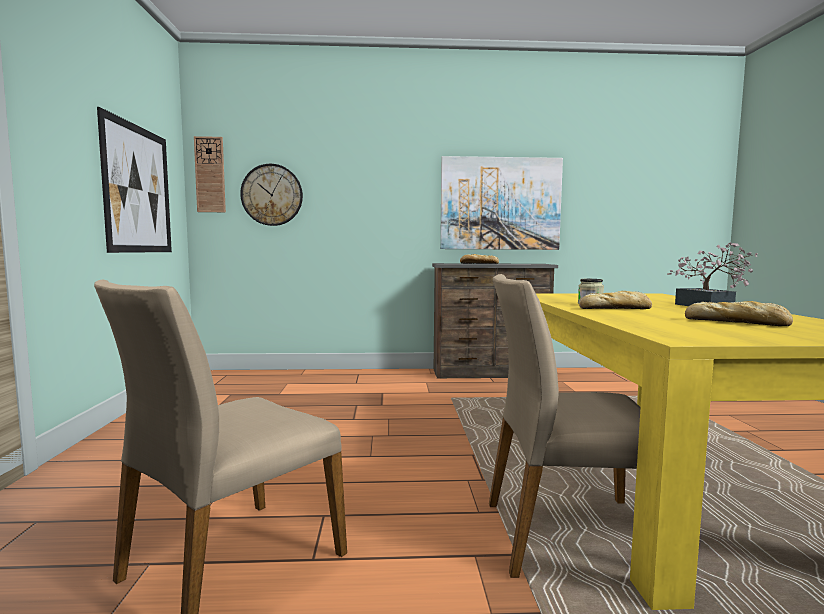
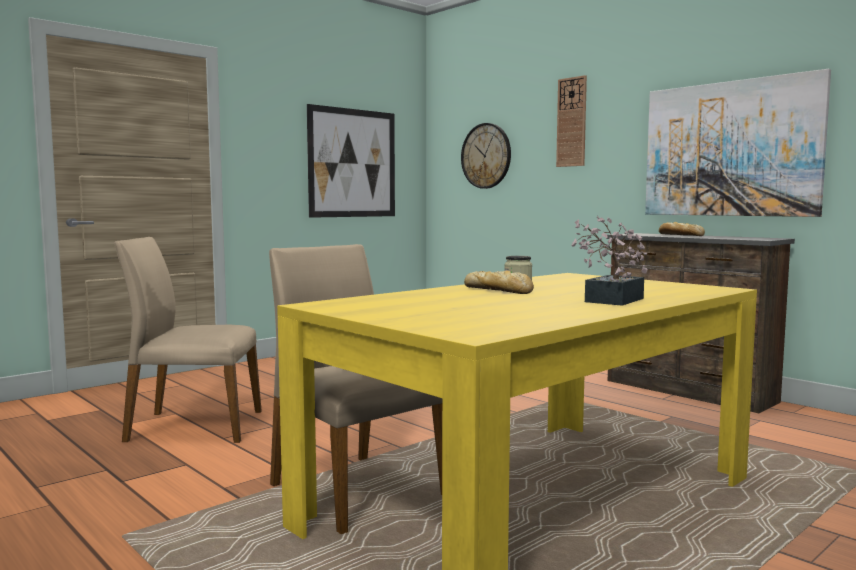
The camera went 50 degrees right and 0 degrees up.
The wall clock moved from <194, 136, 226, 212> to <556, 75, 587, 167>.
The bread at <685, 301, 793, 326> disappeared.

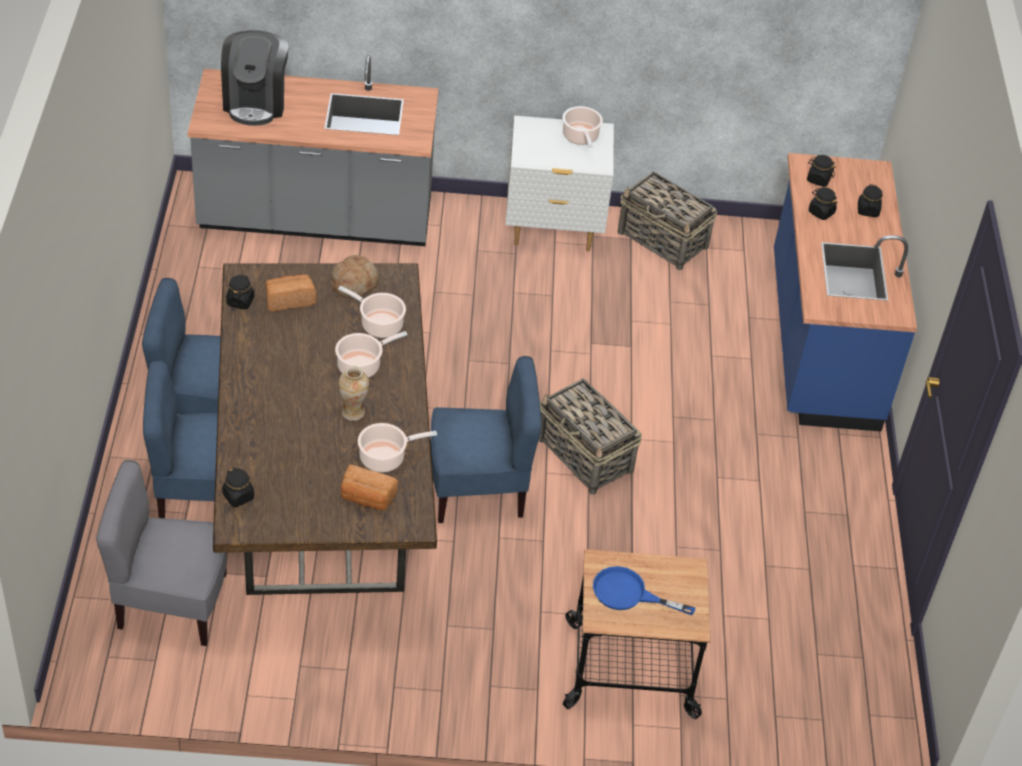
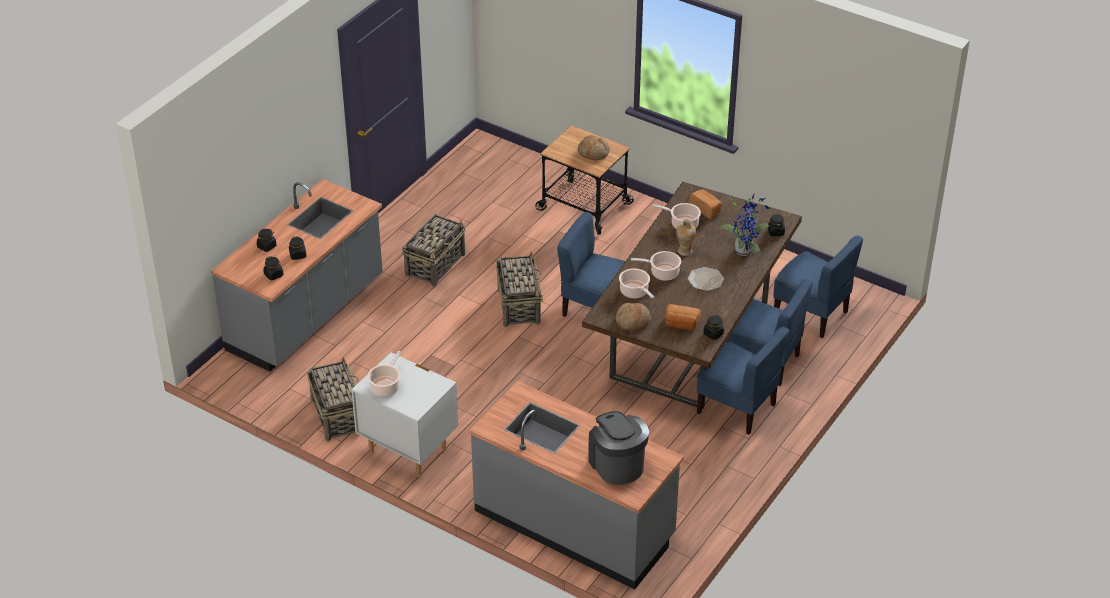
The camera went 145 degrees left and 5 degrees down.
The coffee machine at <221, 30, 288, 126> turned 60 degrees counterclockwise.
The blue kitchen counter at <774, 153, 917, 431> became the grey kitchen counter at <211, 179, 383, 372>.
The grey plain chair at <96, 460, 228, 646> became the blue plain chair at <773, 236, 863, 338>.
The blue frying pan at <593, 566, 695, 615> was replaced by the bread at <578, 135, 610, 161>.
The plant in a pot at <720, 195, 770, 256> appeared.
The storage basket at <402, 214, 465, 287> appeared.
The dinner plate at <688, 267, 724, 291> appeared.

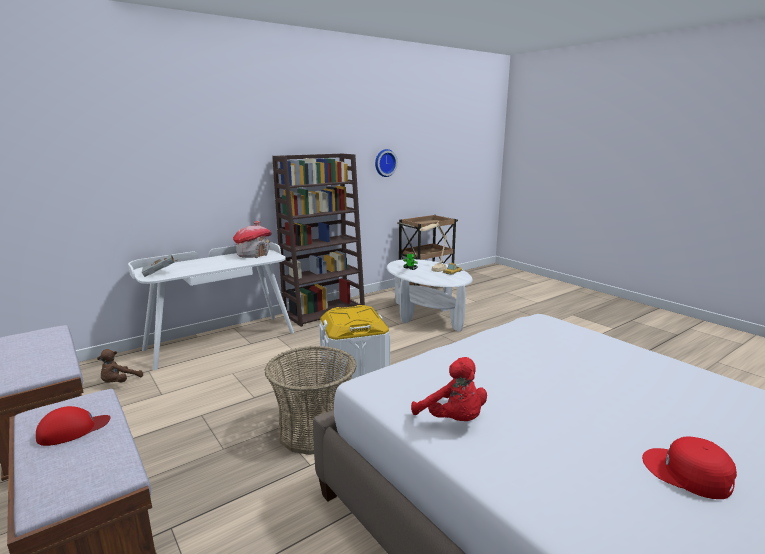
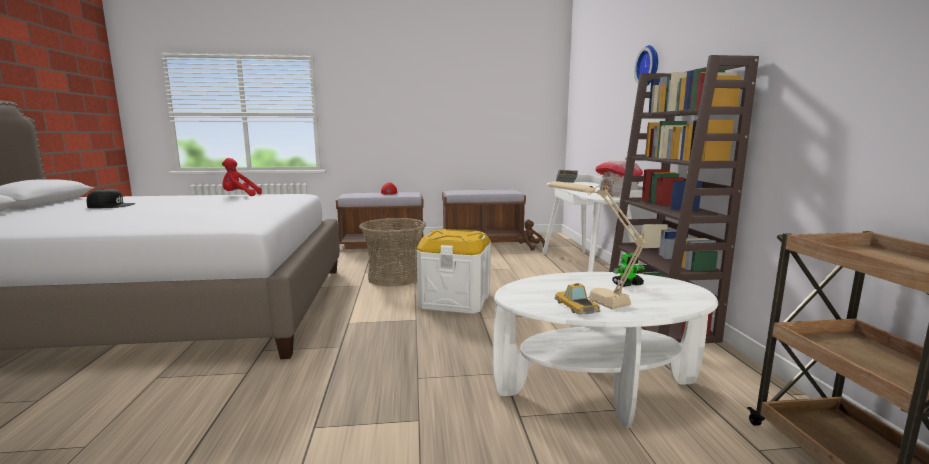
The camera went 120 degrees right and 5 degrees down.
The wall clock moved from <375, 149, 398, 177> to <634, 45, 658, 86>.
The red baseball cap at <642, 436, 737, 499> became the black baseball cap at <87, 189, 136, 208>.

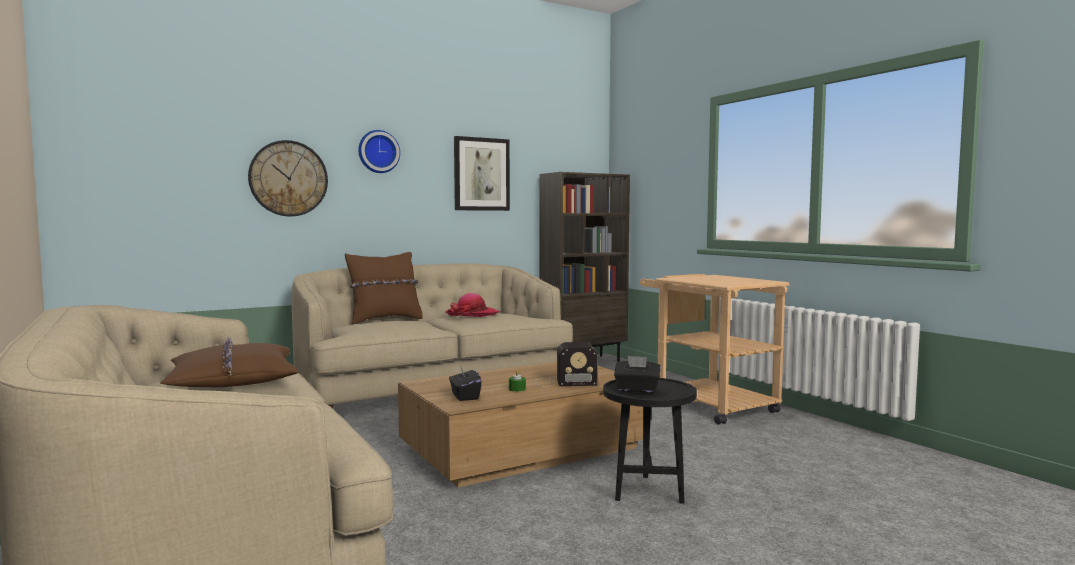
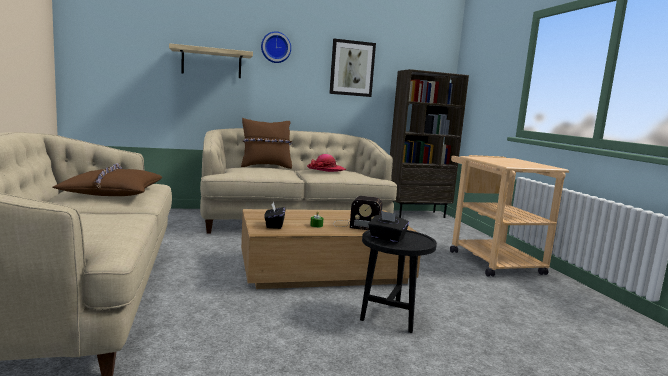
The camera went 15 degrees right and 5 degrees up.
The wall clock at <248, 140, 328, 217> was replaced by the wall shelf at <169, 43, 253, 78>.

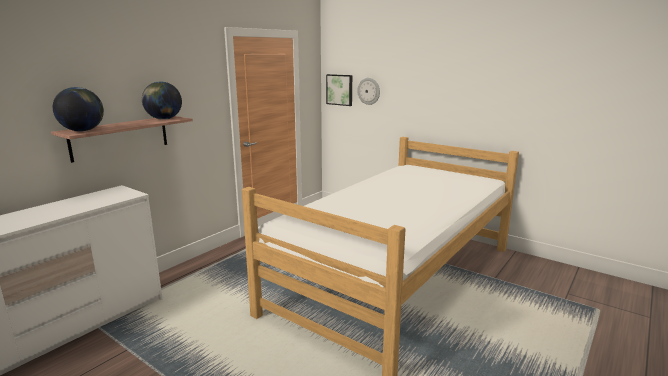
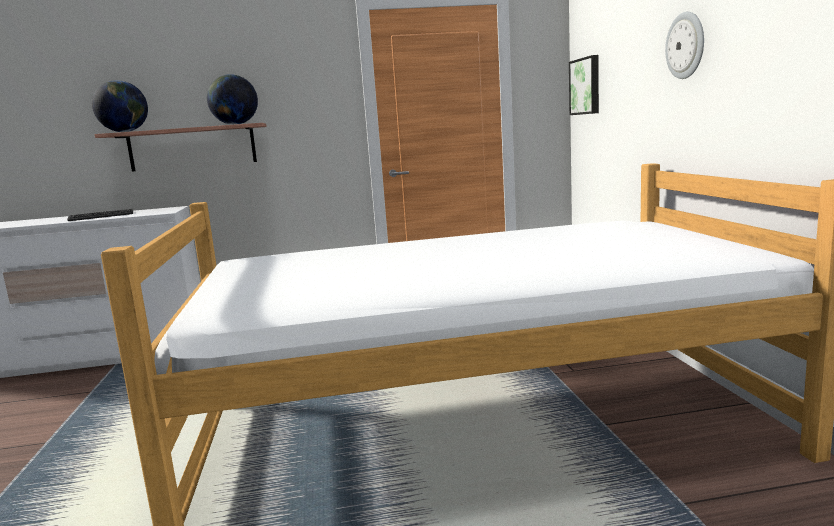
The camera went 45 degrees right and 5 degrees down.
The wall clock moved from <357, 78, 380, 105> to <665, 12, 704, 79>.
The computer keyboard at <67, 209, 133, 221> appeared.

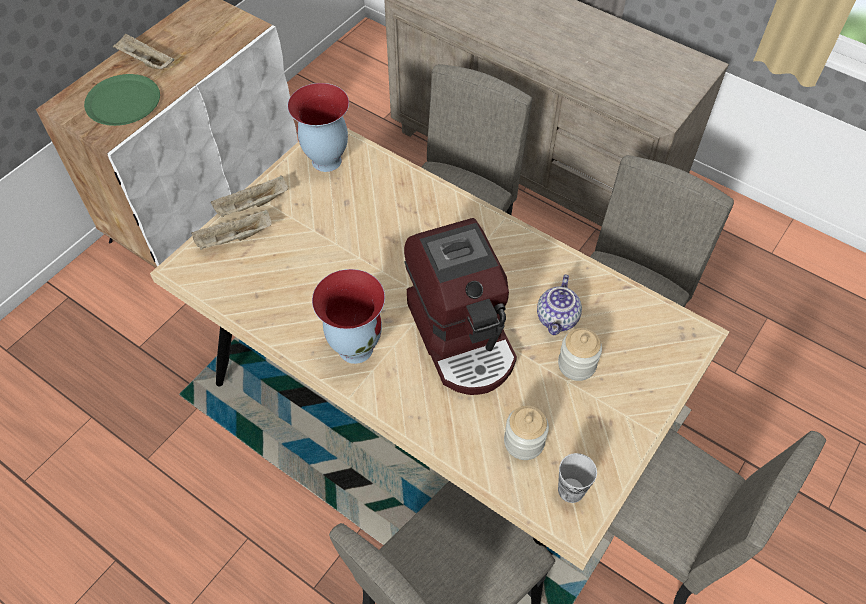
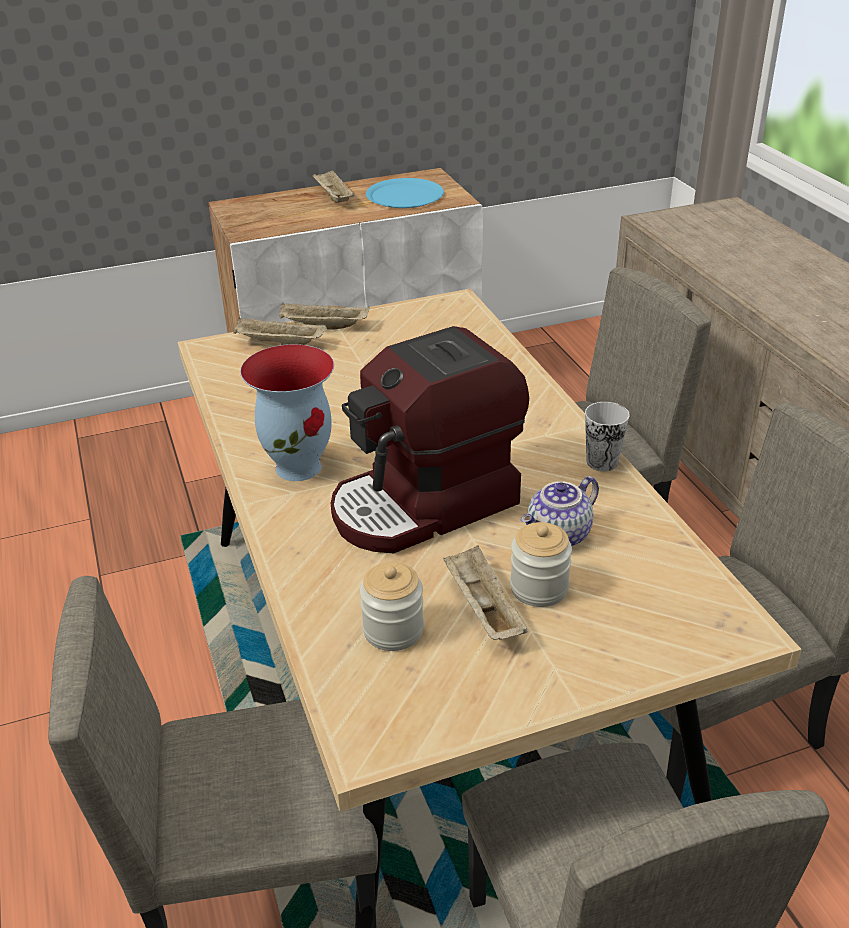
The camera went 35 degrees right and 20 degrees down.
The greenish dinner plate at <84, 74, 160, 126> disappeared.
The decorative vase at <287, 83, 349, 172> disappeared.
The coffee machine at <404, 218, 517, 395> turned 45 degrees clockwise.
The drinking cup moved from <558, 453, 597, 503> to <585, 402, 630, 471>.
The blue dinner plate at <366, 178, 444, 208> appeared.
The beige-coloured carrying tray at <443, 545, 528, 640> appeared.

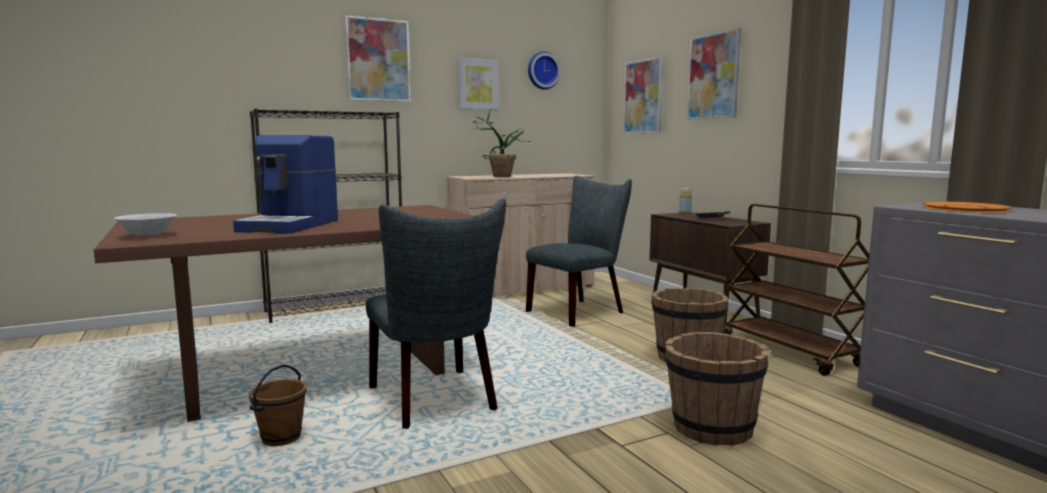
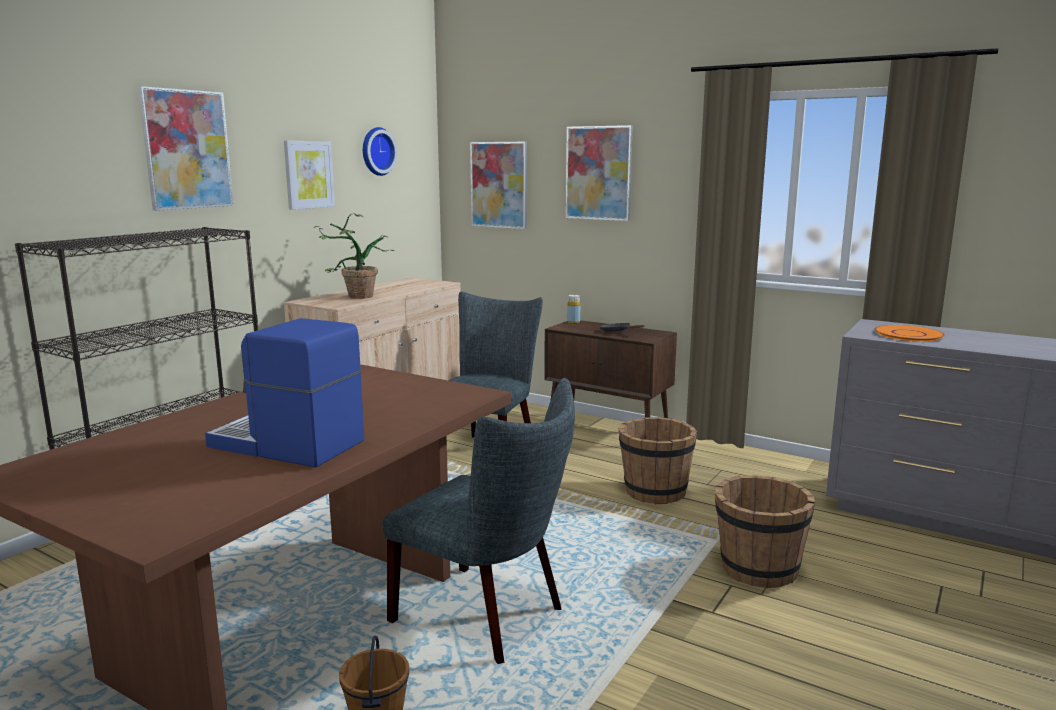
The camera went 30 degrees left and 5 degrees up.
The coffee machine at <233, 135, 338, 234> turned 135 degrees clockwise.
The brown wheeled cart at <722, 204, 869, 376> disappeared.
The white bowl at <114, 213, 176, 237> disappeared.

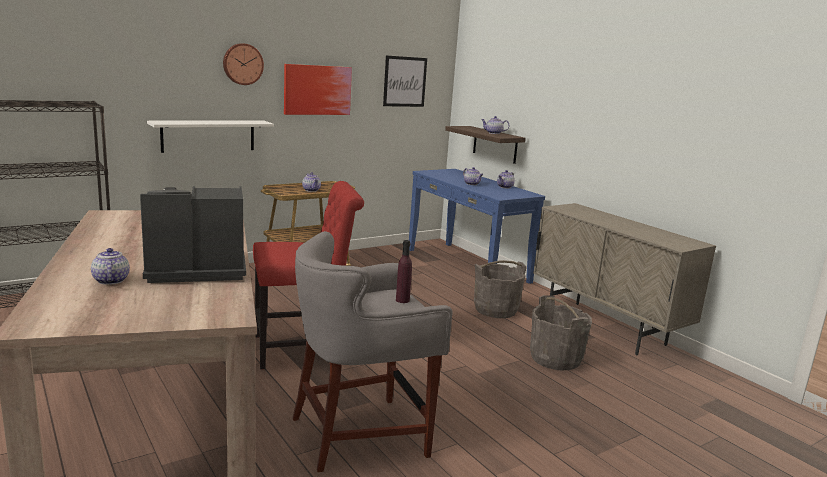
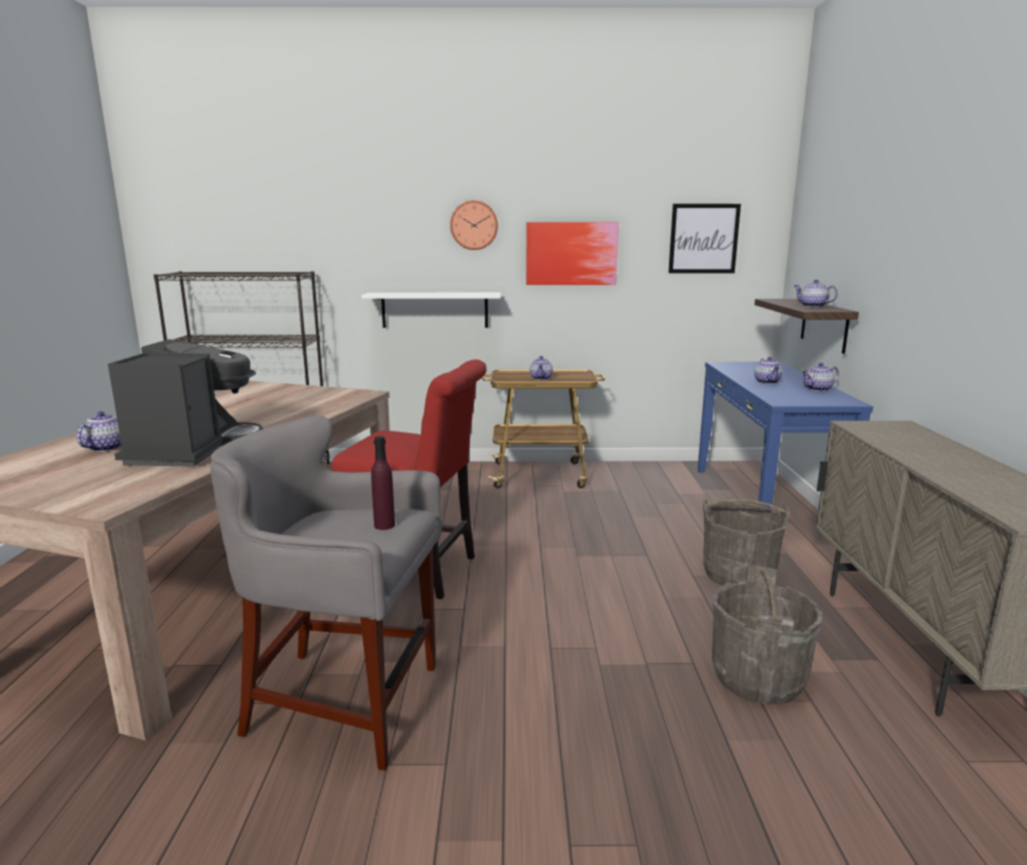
The camera went 35 degrees right and 0 degrees up.
The coffee machine at <140, 186, 246, 283> turned 75 degrees clockwise.

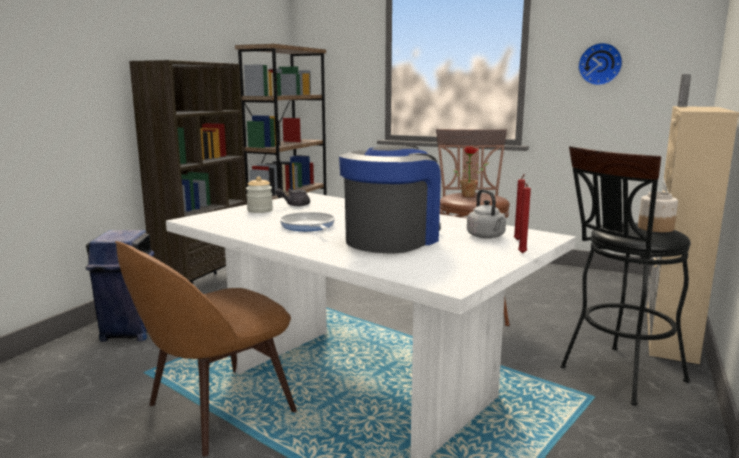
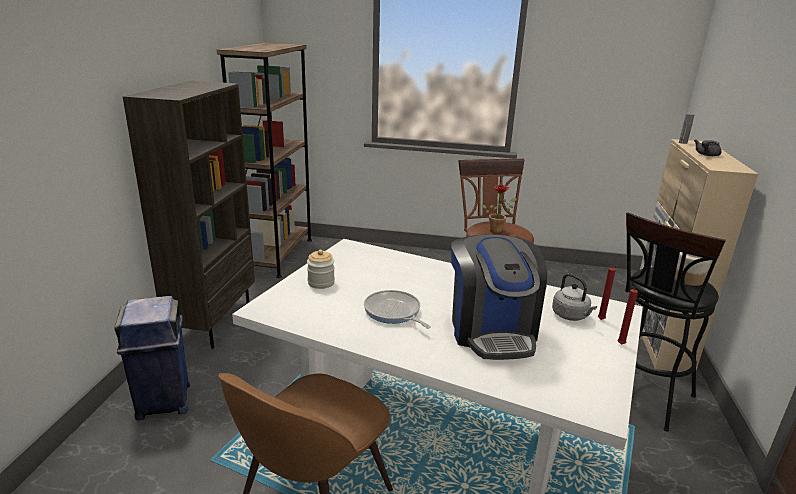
The camera went 15 degrees left and 10 degrees up.
The wall clock at <578, 42, 623, 86> disappeared.
The coffee machine at <339, 145, 441, 253> turned 150 degrees clockwise.
The grey pot for tea moved from <275, 188, 310, 206> to <694, 139, 721, 156>.

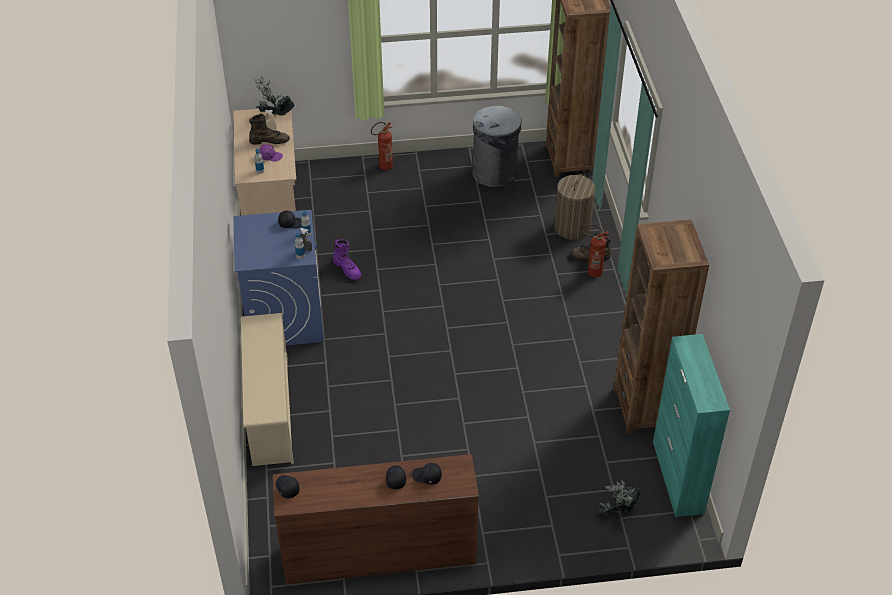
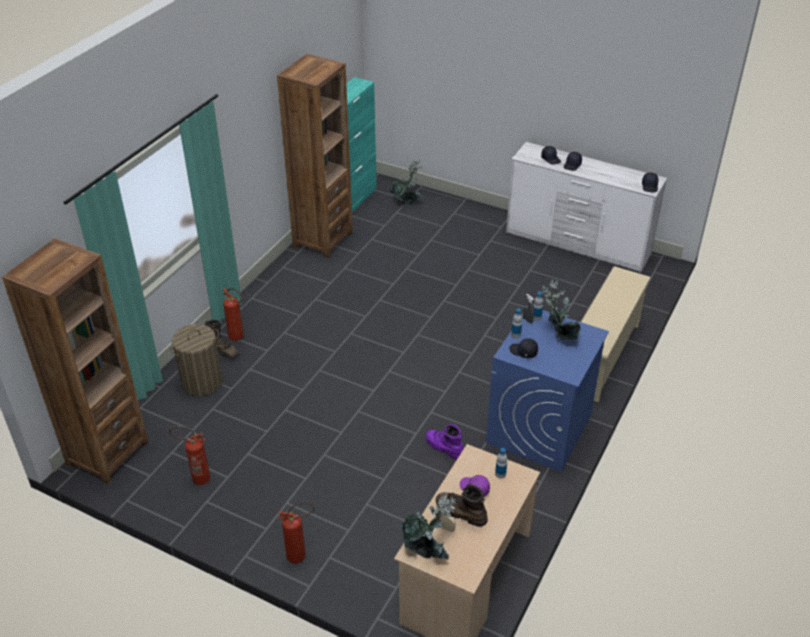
The camera went 145 degrees left and 5 degrees down.
The grey waste bin at <472, 105, 522, 187> was replaced by the fire extinguisher at <169, 426, 210, 485>.
The purple boot at <333, 239, 361, 280> turned 45 degrees counterclockwise.
The brown chest of drawers at <273, 454, 479, 585> became the white chest of drawers at <506, 142, 667, 273>.
The plant in a pot at <542, 279, 580, 340> appeared.

